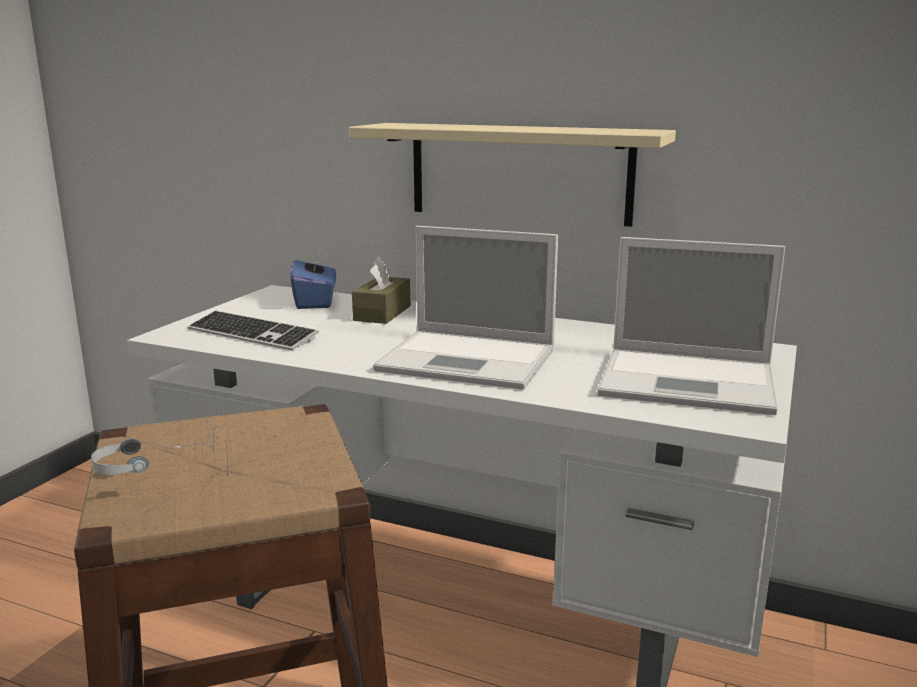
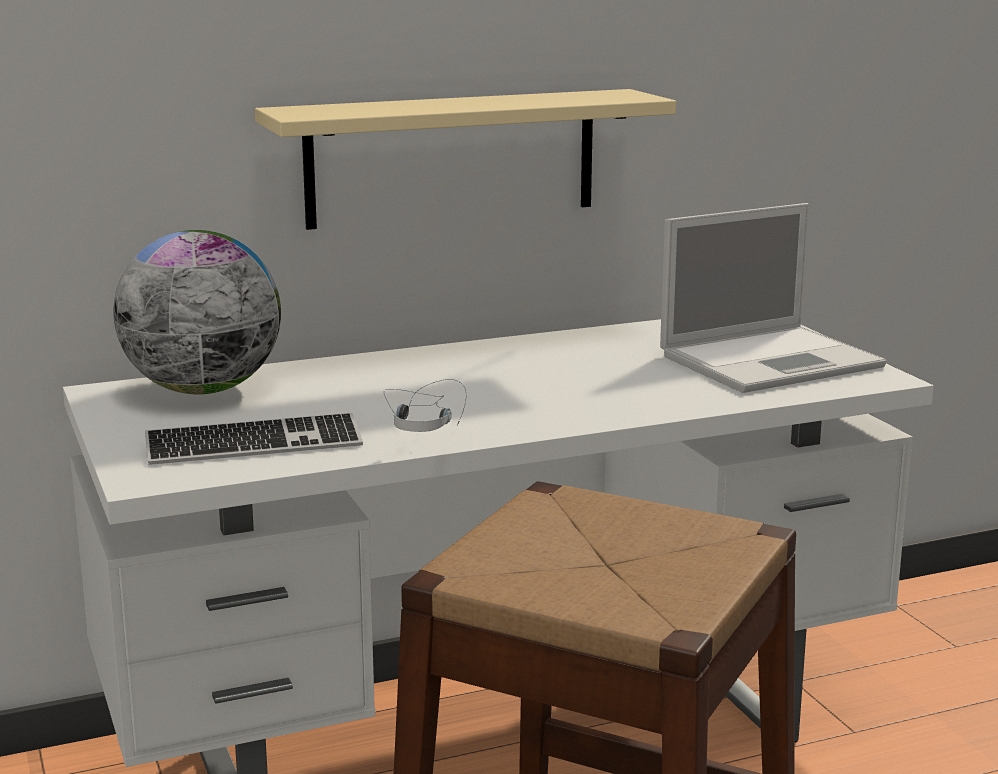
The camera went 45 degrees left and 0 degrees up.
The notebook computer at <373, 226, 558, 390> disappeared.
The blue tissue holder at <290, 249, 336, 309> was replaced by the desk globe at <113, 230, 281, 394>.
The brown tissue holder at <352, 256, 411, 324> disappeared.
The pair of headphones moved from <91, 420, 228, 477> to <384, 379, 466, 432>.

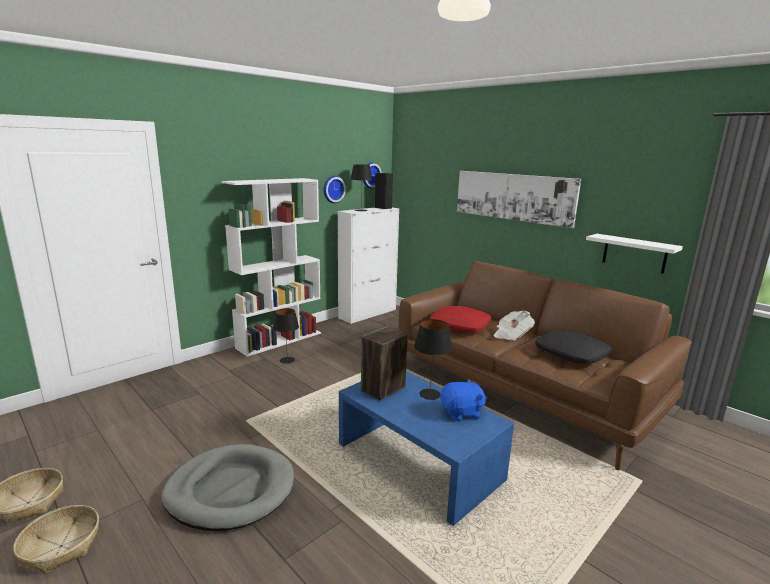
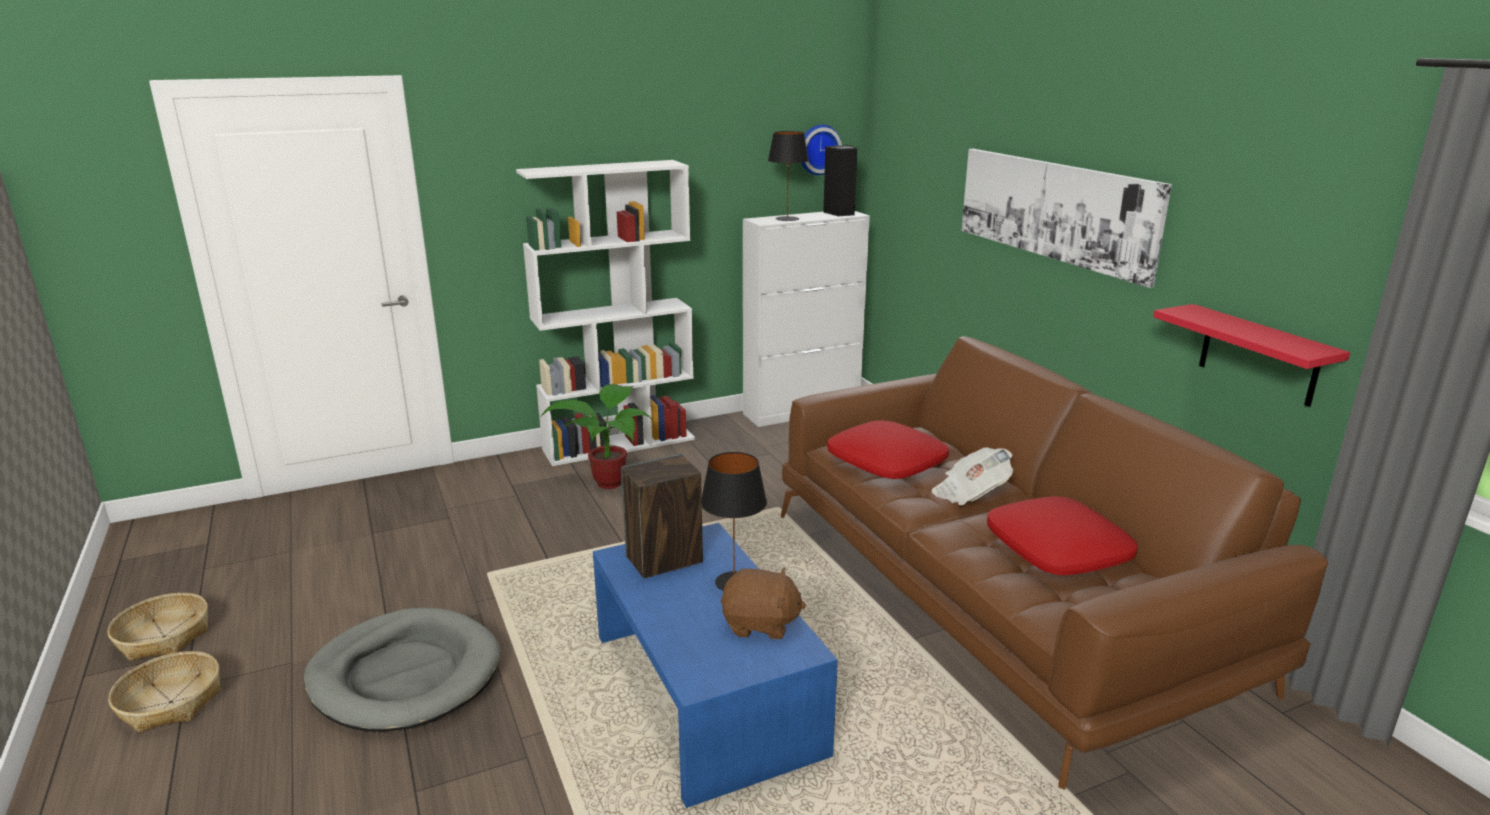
The camera went 20 degrees right and 5 degrees up.
The wall clock at <323, 176, 346, 203> disappeared.
The white wall shelf at <586, 234, 683, 274> became the red wall shelf at <1153, 304, 1350, 407>.
The black tabletop lamp at <273, 308, 299, 364> was replaced by the plant in a pot at <541, 384, 651, 489>.
The black throw pillow at <535, 330, 612, 364> became the red throw pillow at <987, 496, 1138, 575>.
The blue cuddly toy at <440, 379, 487, 421> became the brown cuddly toy at <720, 567, 806, 639>.

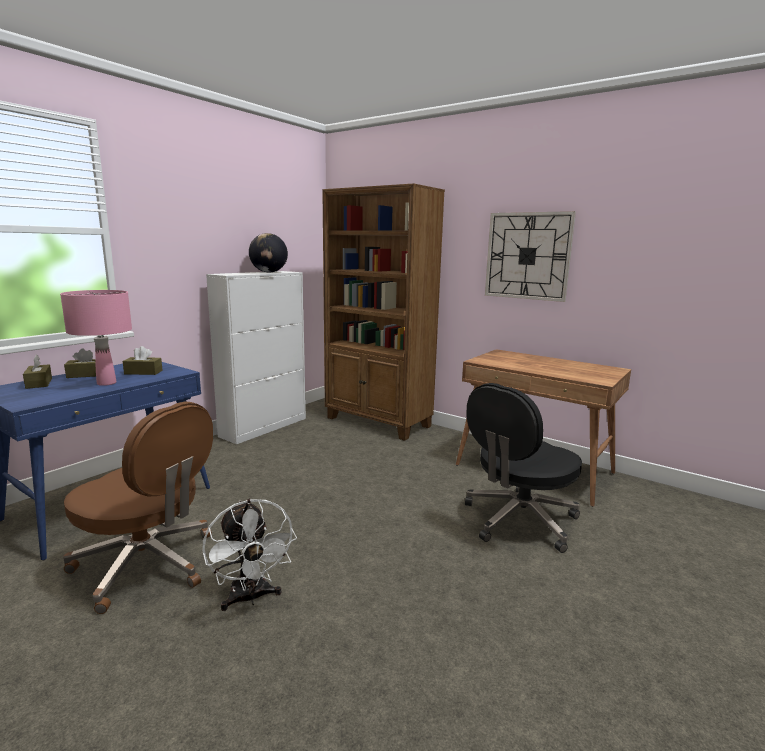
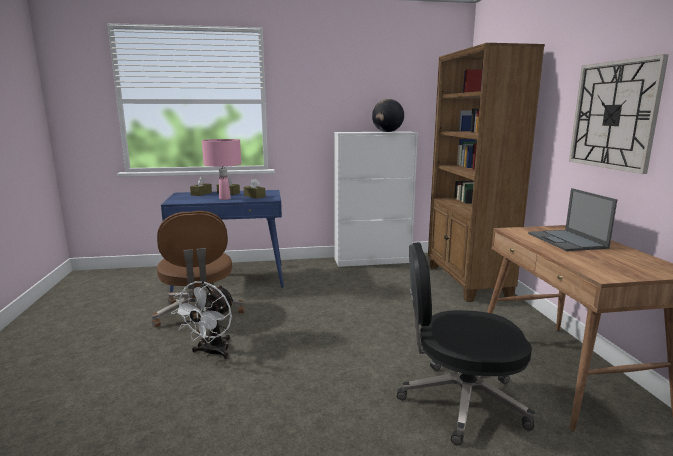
The camera went 45 degrees right and 0 degrees up.
The notebook computer at <528, 188, 617, 251> appeared.

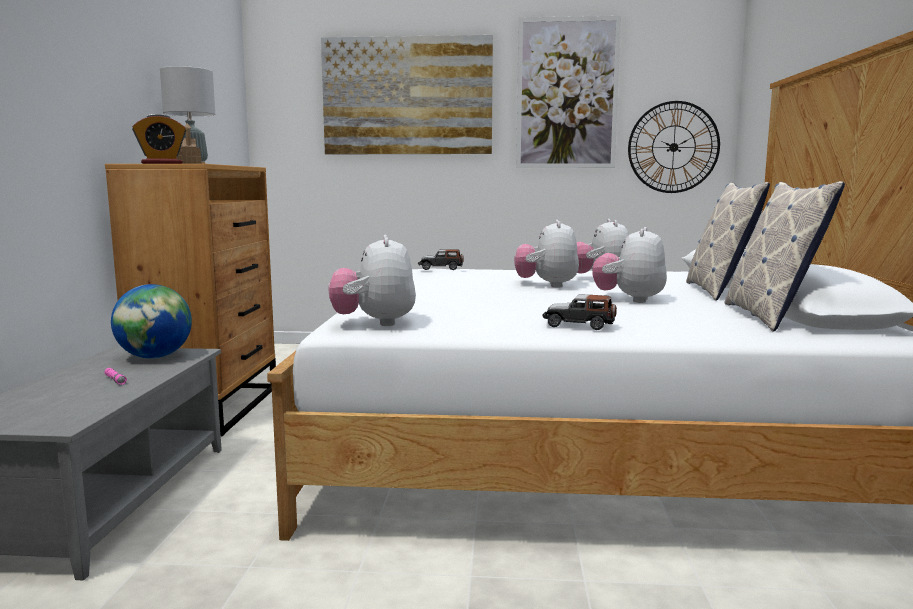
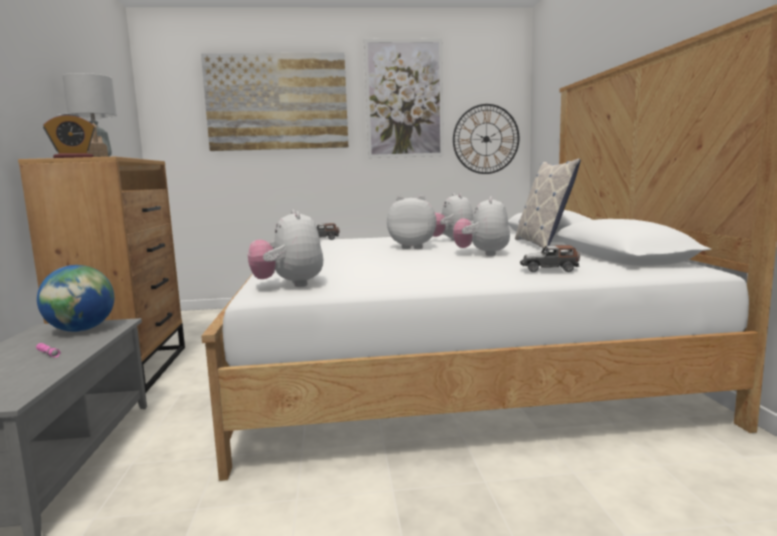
The camera went 10 degrees left and 0 degrees up.
The throw pillow at <725, 181, 845, 332> disappeared.
The cuddly toy at <514, 220, 579, 288> turned 105 degrees clockwise.
The model car moved from <542, 295, 617, 330> to <520, 245, 580, 272>.

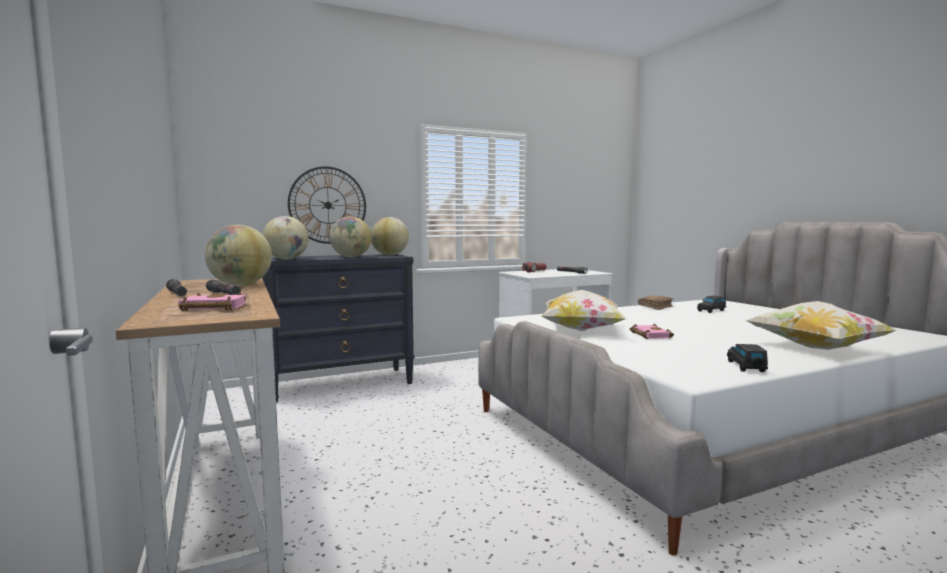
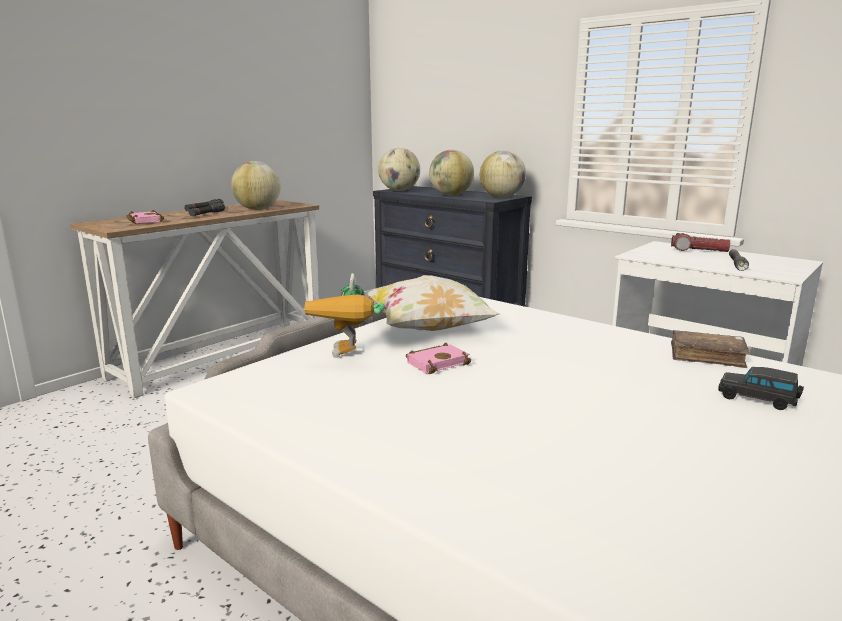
The camera went 65 degrees right and 10 degrees up.
The wall clock at <288, 166, 366, 244> disappeared.
The throw pillow at <745, 301, 896, 350> disappeared.
The black model car at <727, 344, 768, 372> disappeared.
The toy robot at <305, 273, 385, 358> appeared.

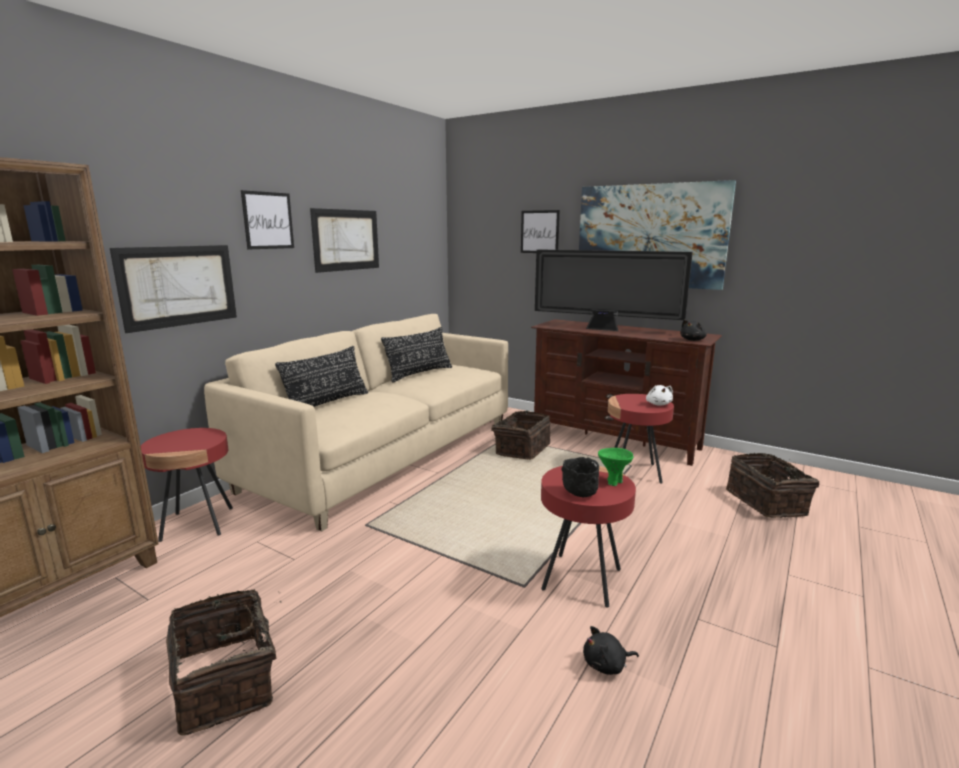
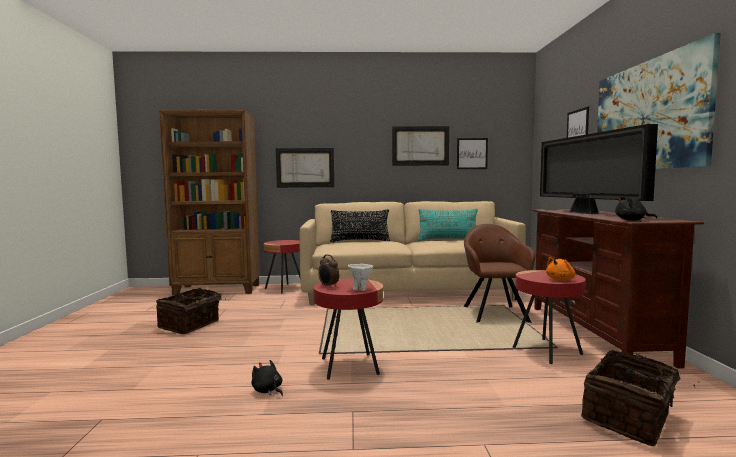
The camera went 55 degrees right and 10 degrees down.
The wall art moved from <241, 190, 294, 249> to <457, 138, 488, 169>.
The black throw pillow at <381, 327, 452, 383> became the blue-green throw pillow at <418, 209, 478, 241>.
The white cuddly toy at <646, 385, 673, 406> became the orange cuddly toy at <546, 257, 575, 280>.
The storage basket at <490, 411, 551, 460> was replaced by the brown easy chair at <464, 224, 535, 323>.
The greenish bowl at <598, 448, 634, 486> became the white bowl at <348, 264, 373, 291>.
The black bowl at <562, 457, 599, 497> was replaced by the alarm clock at <318, 254, 339, 288>.

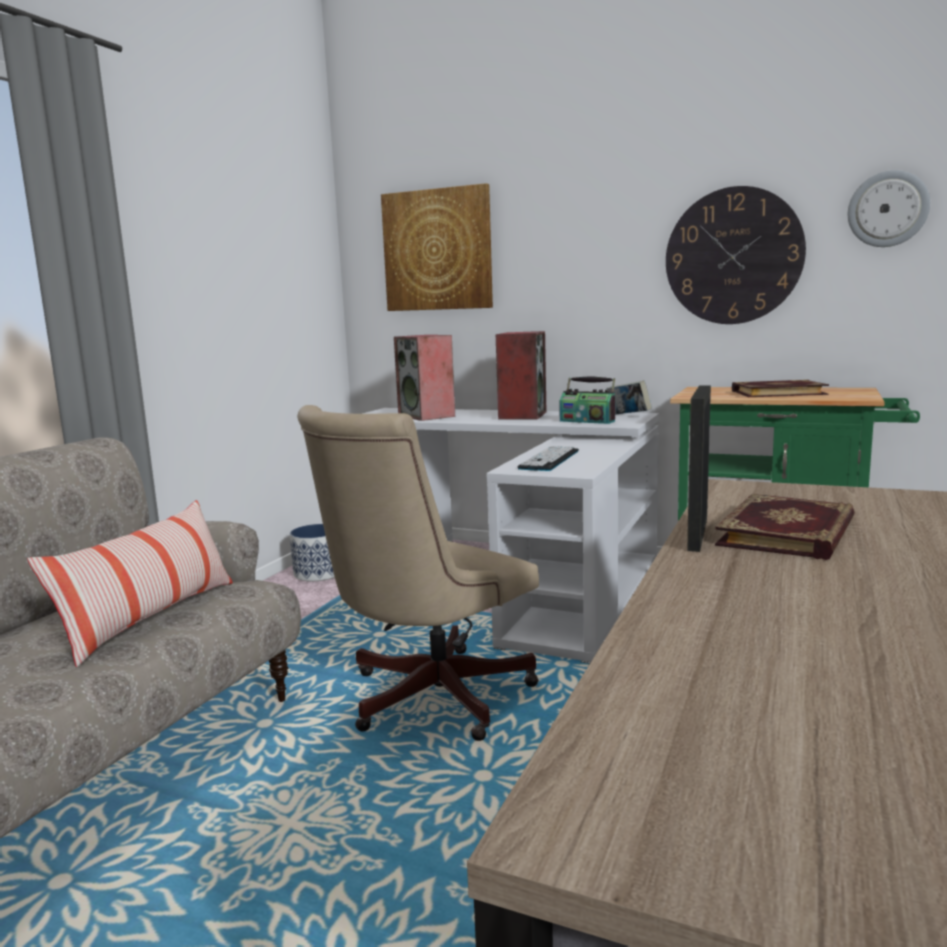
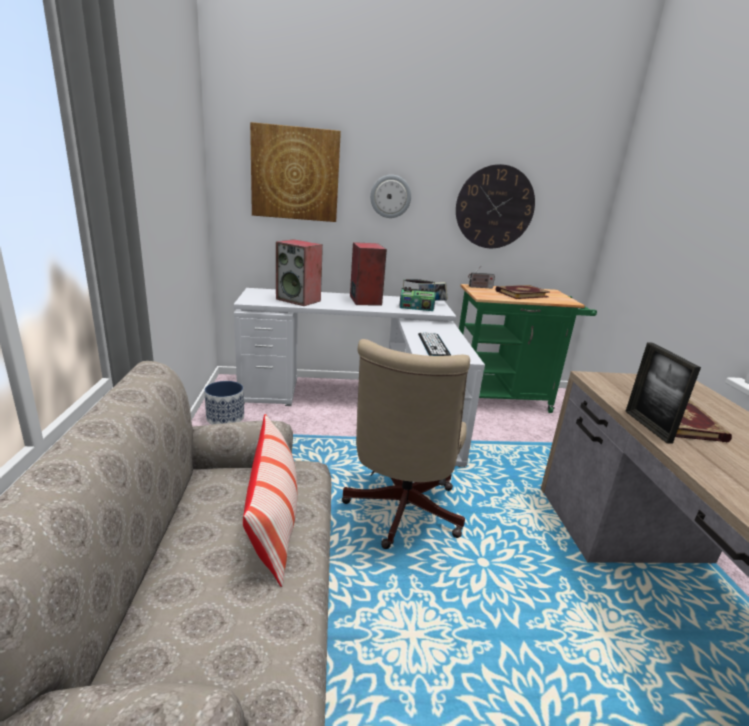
The camera went 30 degrees left and 10 degrees up.
The wall clock moved from <848, 170, 930, 247> to <370, 175, 411, 218>.
The radio receiver at <468, 266, 495, 289> appeared.

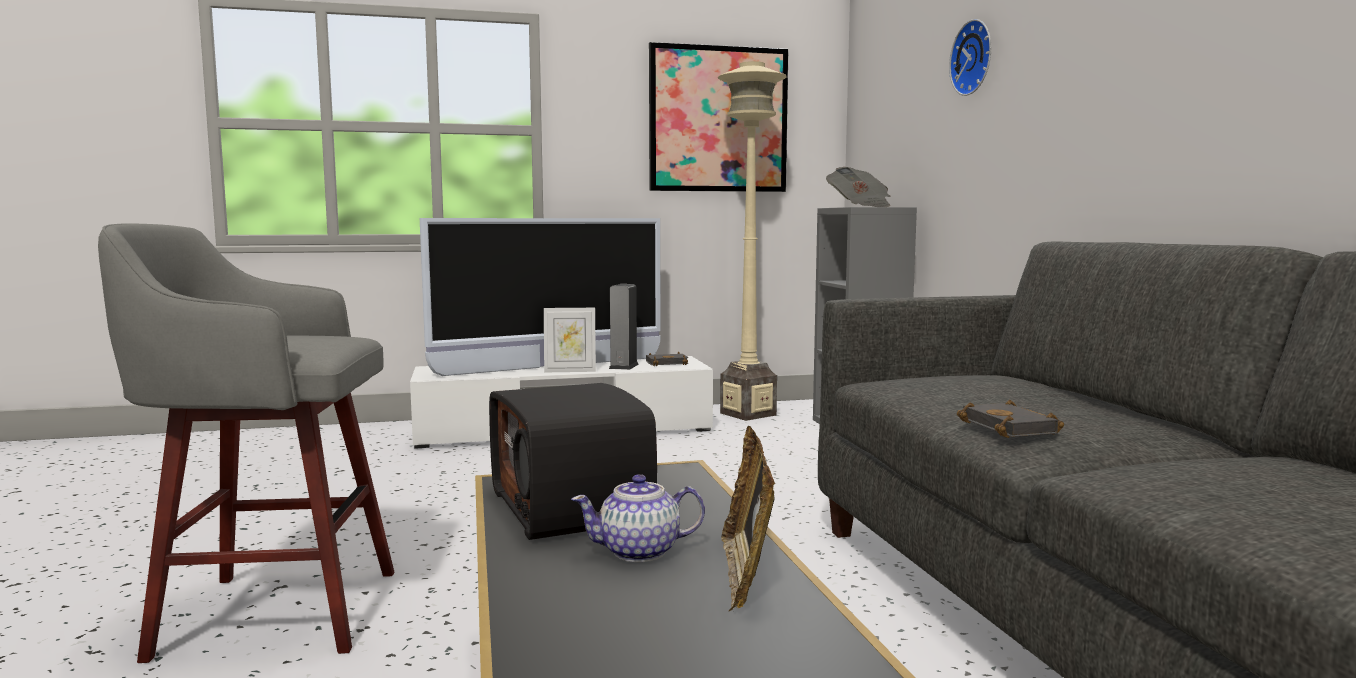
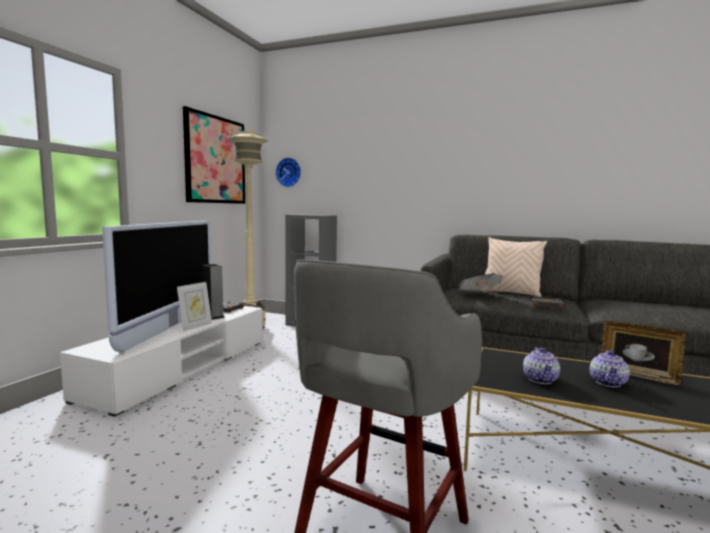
The camera went 55 degrees left and 0 degrees up.
The wall clock moved from <949, 19, 991, 96> to <275, 157, 301, 187>.
The printed paper moved from <826, 167, 891, 207> to <459, 273, 503, 291>.
The radio receiver at <489, 383, 657, 540> was replaced by the pot for tea at <523, 347, 560, 384>.
The beige-coloured throw pillow at <480, 237, 547, 297> appeared.

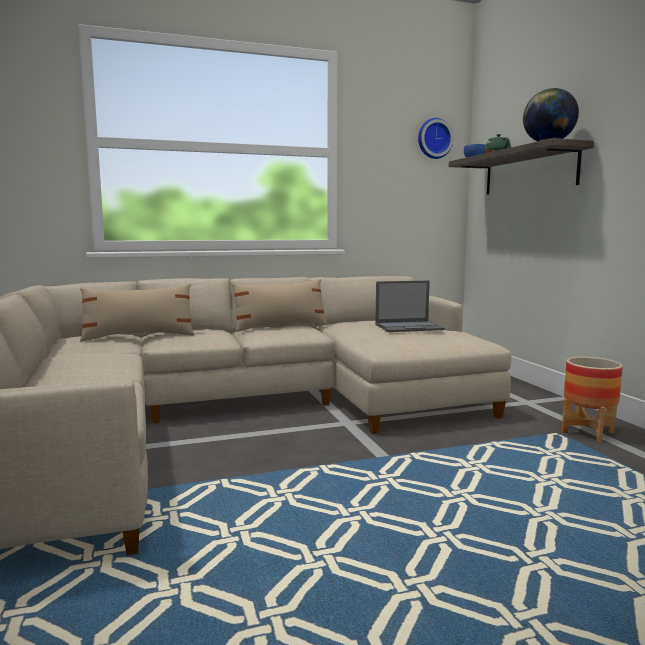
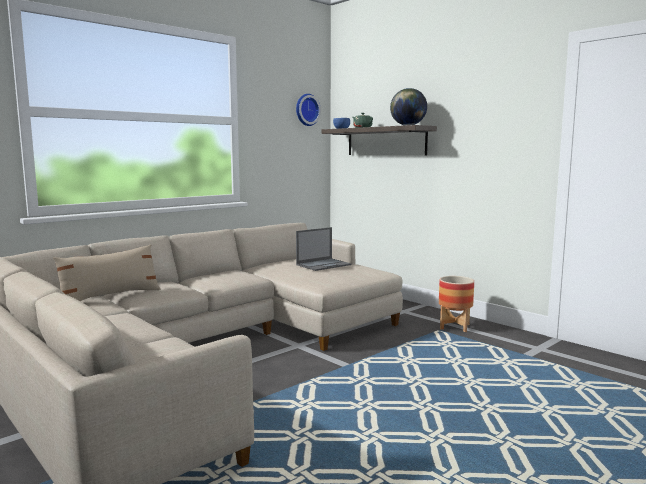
The camera went 25 degrees left and 0 degrees up.
The beige-coloured throw pillow at <231, 279, 328, 332> disappeared.

